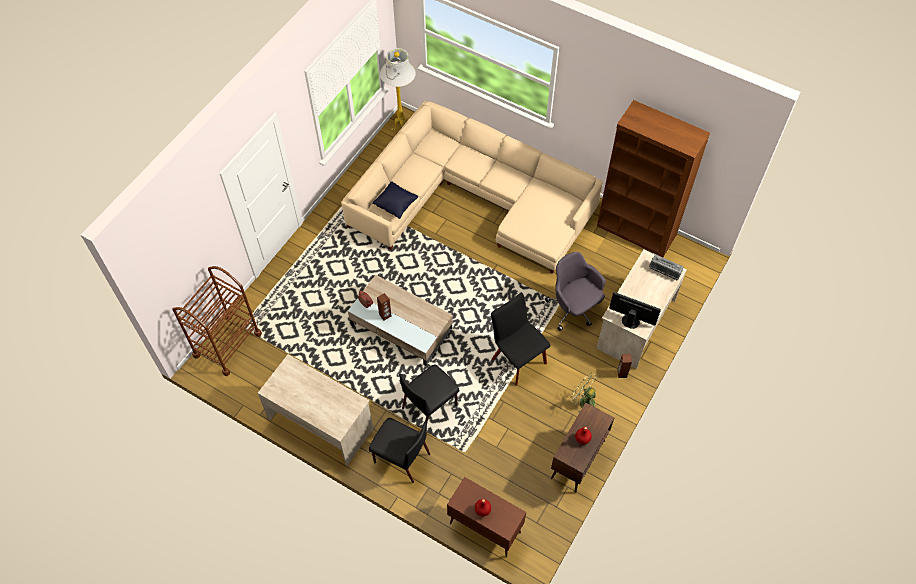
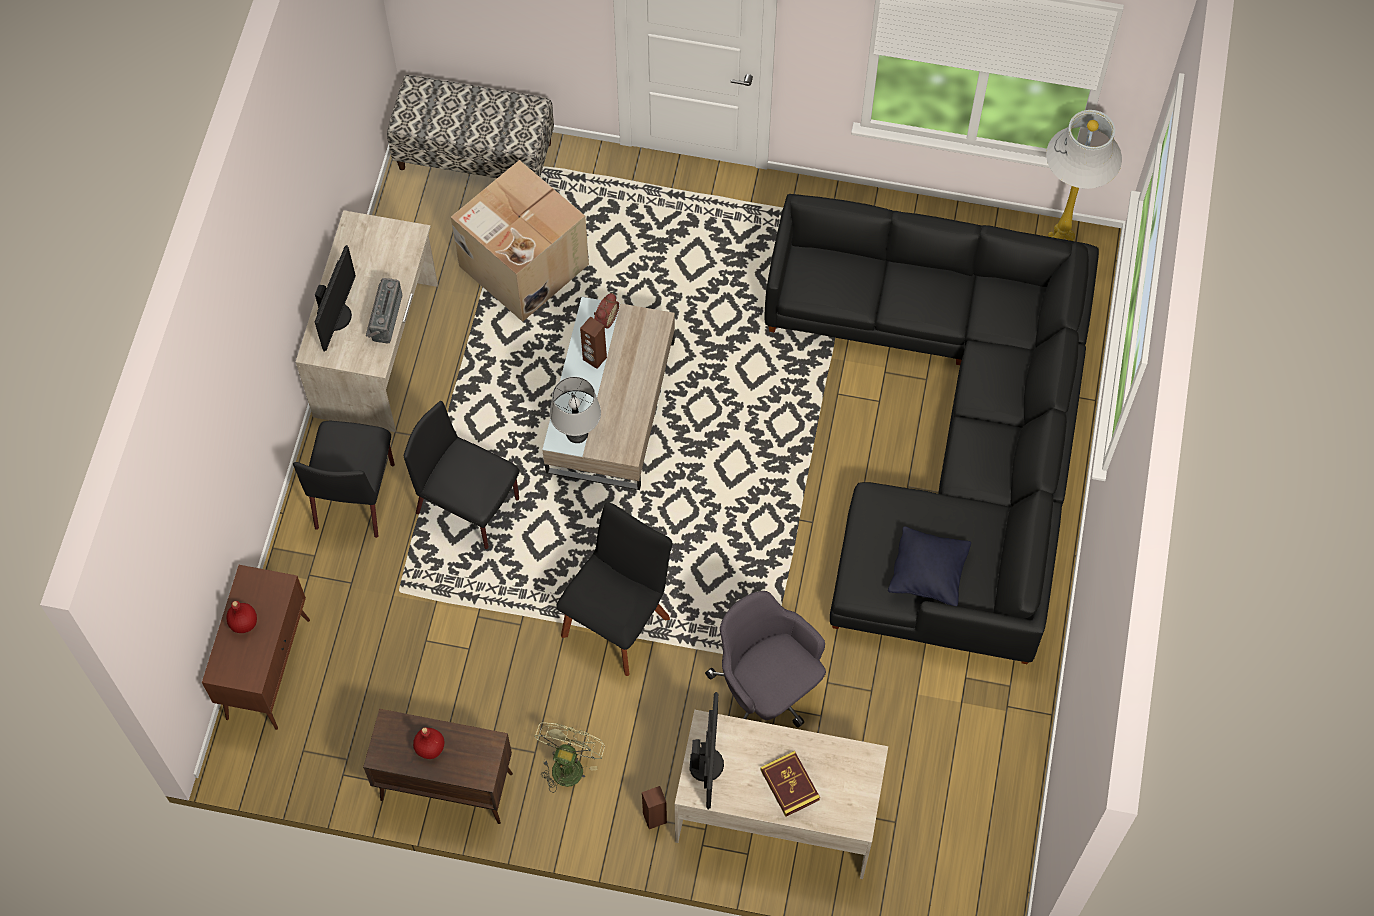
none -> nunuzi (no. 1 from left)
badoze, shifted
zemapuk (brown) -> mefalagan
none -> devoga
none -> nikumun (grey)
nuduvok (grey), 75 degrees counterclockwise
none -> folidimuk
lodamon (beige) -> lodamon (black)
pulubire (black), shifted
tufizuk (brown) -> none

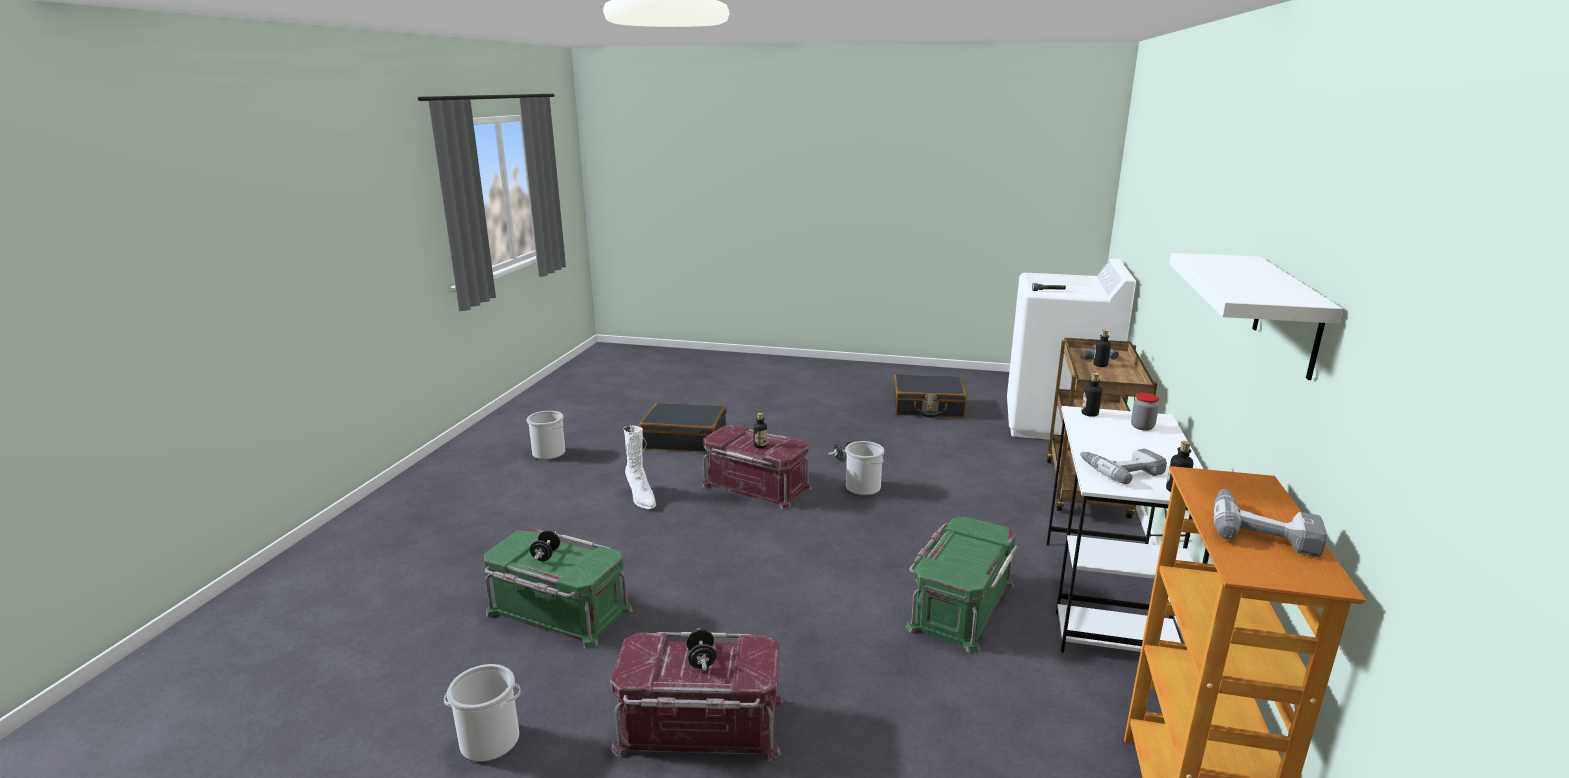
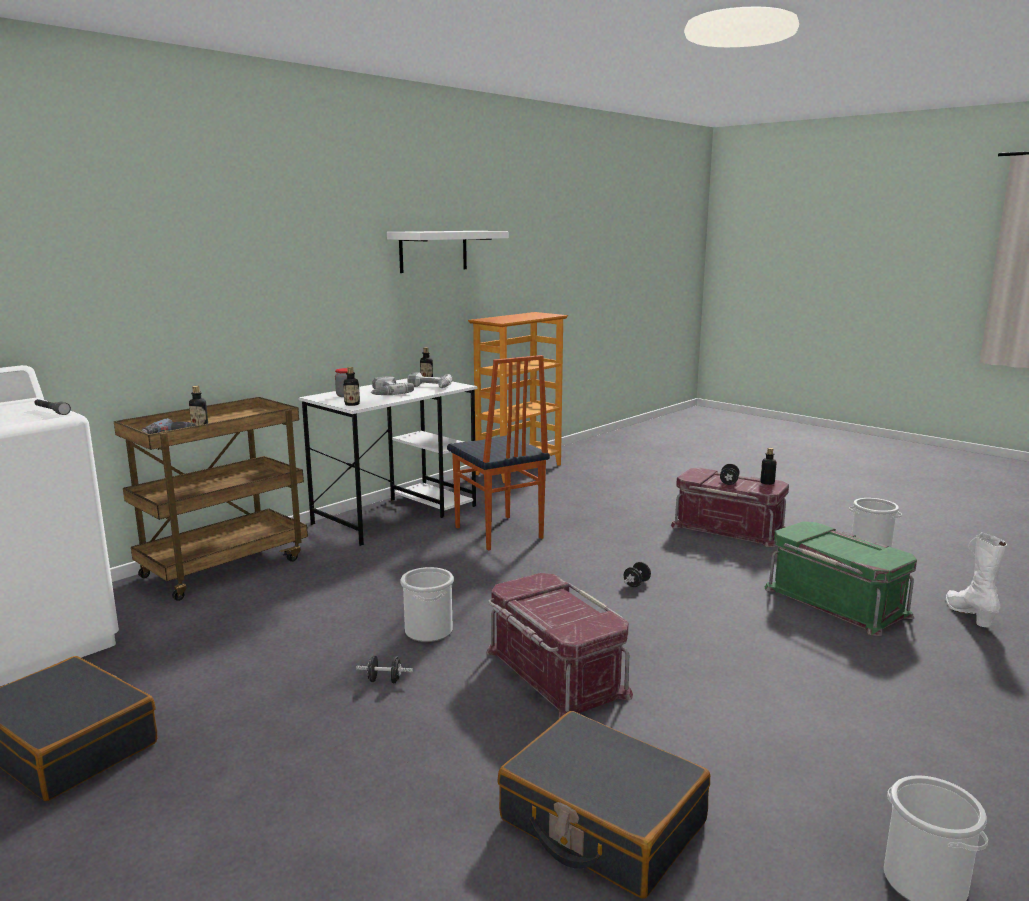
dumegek (no. 3 from left in the first image) -> dumegek (no. 2 from left), shifted
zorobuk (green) (no. 2 from left) -> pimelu
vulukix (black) (no. 1 from left in the first image) -> vulukix (black) (no. 2 from left), shifted
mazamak (no. 1 from left in the first image) -> mazamak (no. 4 from left), shifted
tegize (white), shifted

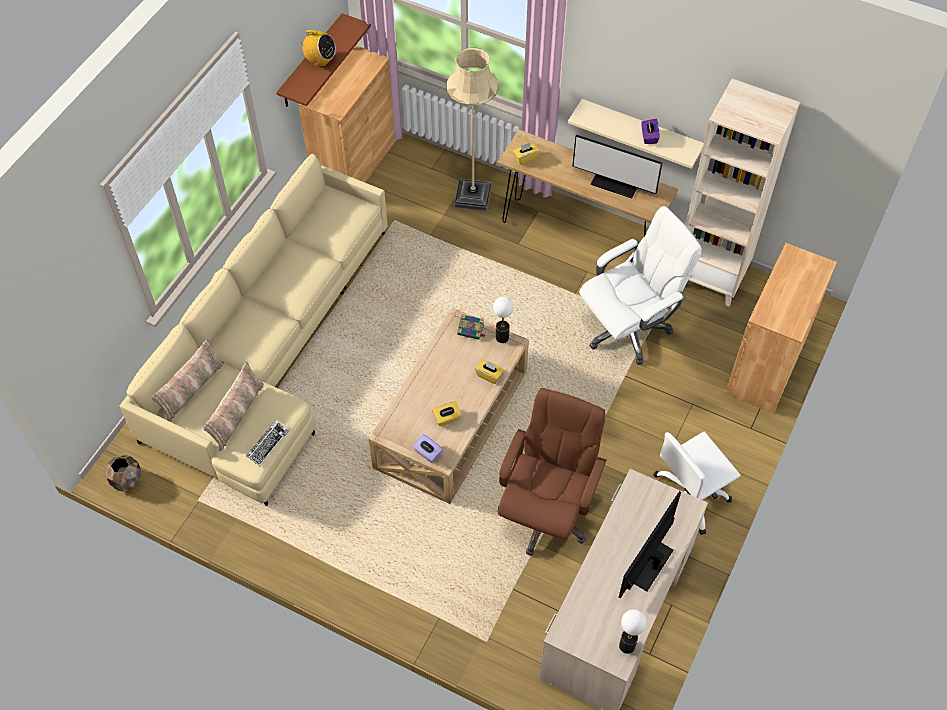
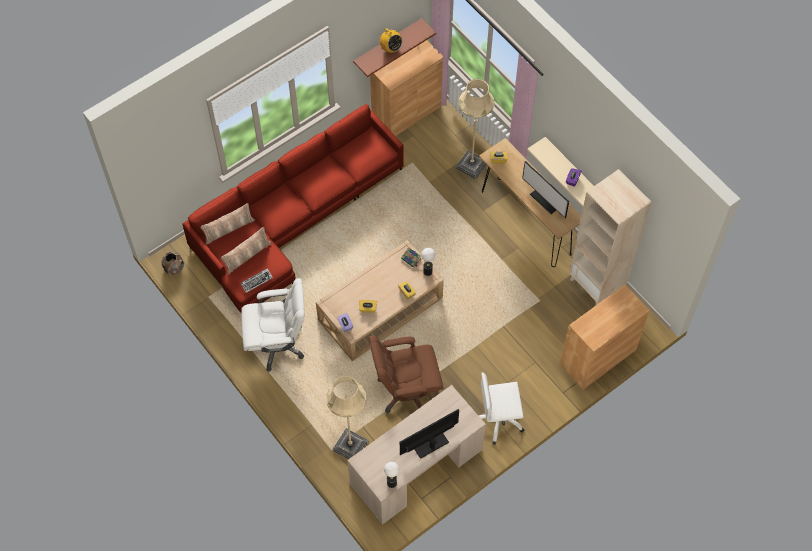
lodamon (beige) -> lodamon (red)
nuduvok (white) (no. 1 from left), shifted
none -> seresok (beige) (no. 1 from left)
nuduvok (brown), 150 degrees counterclockwise

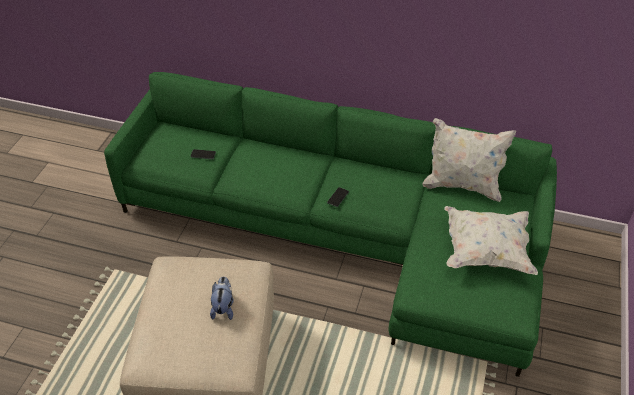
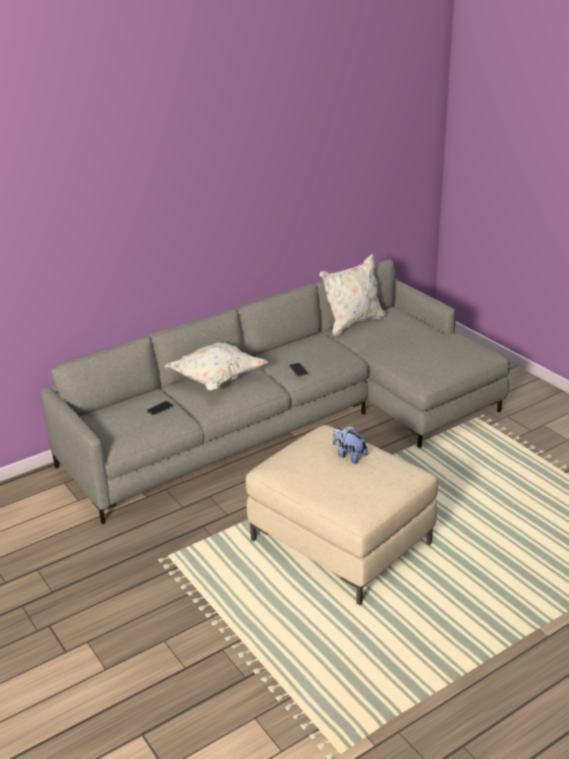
lodamon (green) -> lodamon (grey)
pulubire (white) (no. 2 from left in the first image) -> pulubire (white) (no. 1 from left), shifted

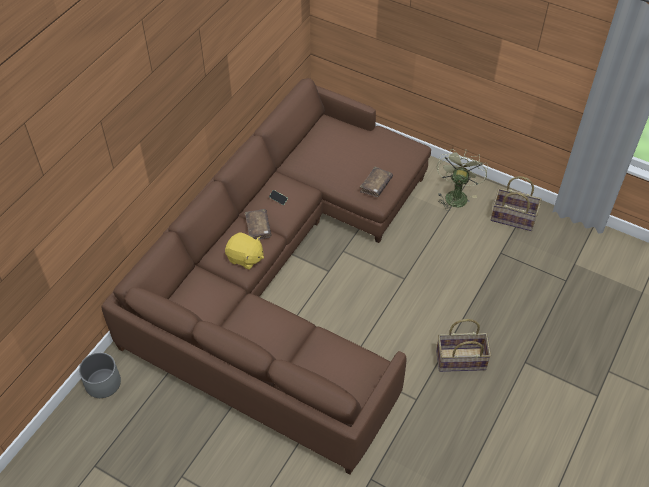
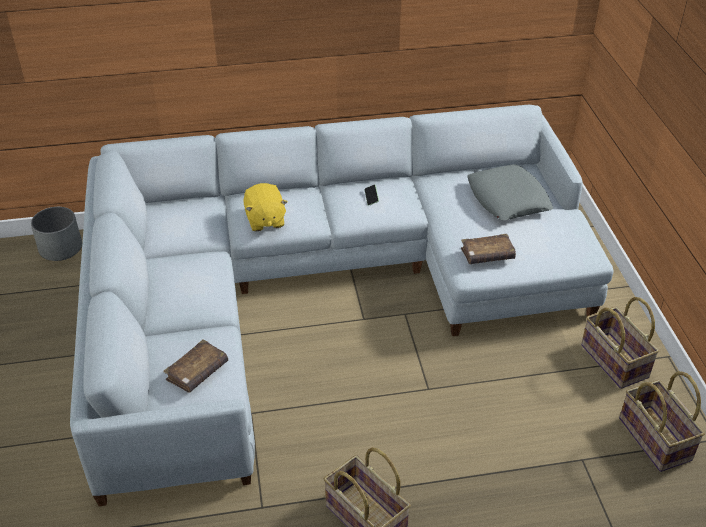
lodamon (brown) -> lodamon (grey)
folidimuk (brown) (no. 1 from left), shifted
none -> pulubire (grey)
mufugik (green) -> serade (no. 2 from left)

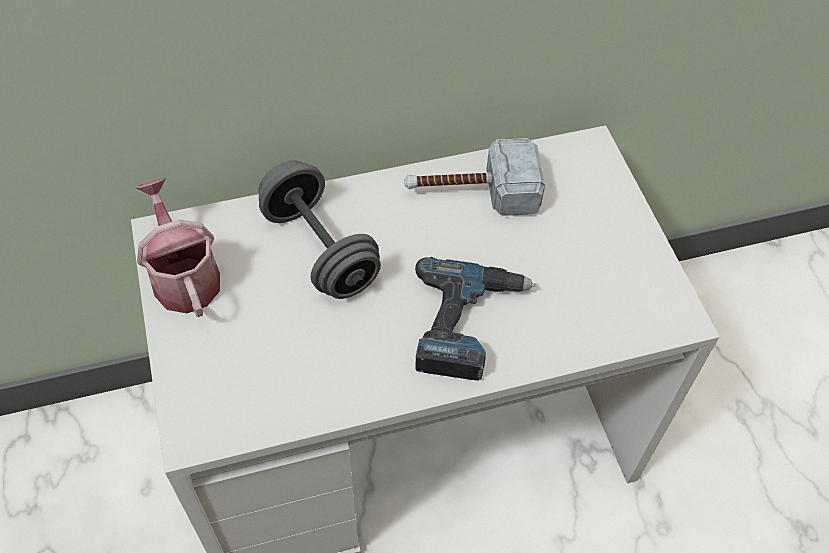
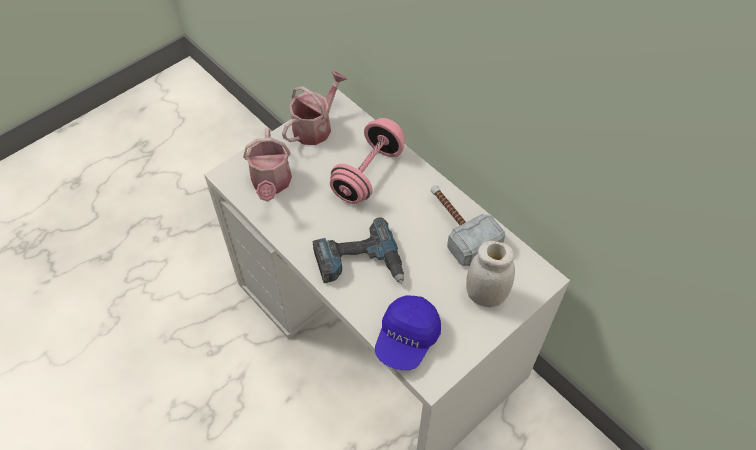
none -> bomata (no. 1 from left)
vulukix (grey) -> vulukix (pink)
none -> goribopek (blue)
none -> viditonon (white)

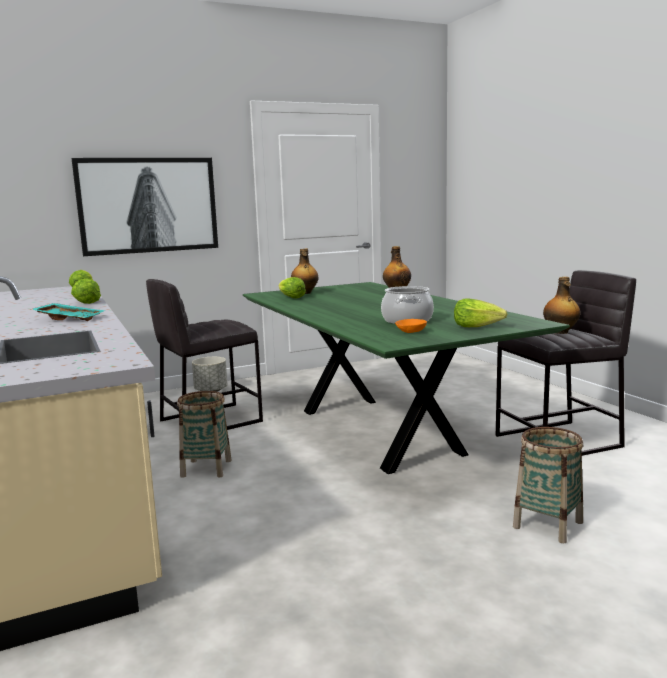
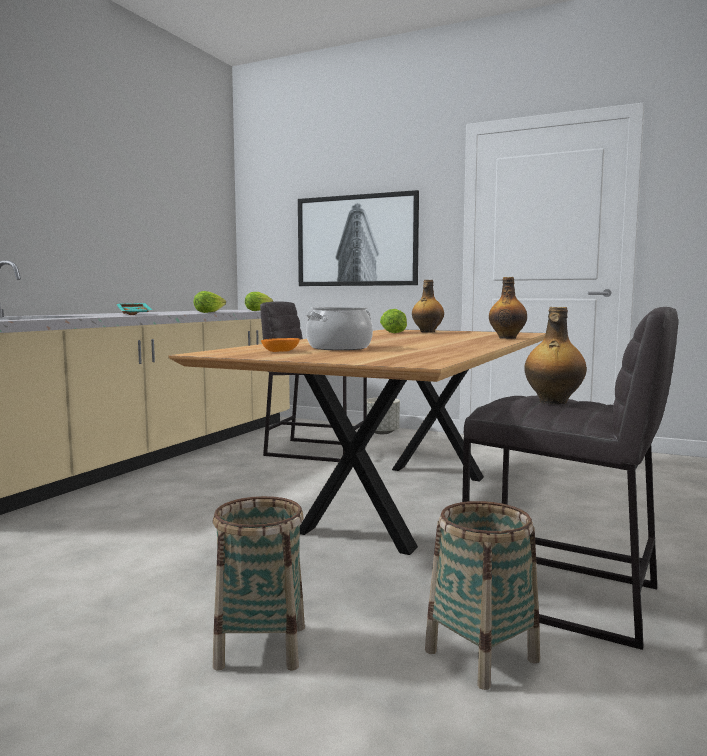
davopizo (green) -> davopizo (brown)
serade (no. 1 from left in the first image) -> serade (no. 2 from left), shifted
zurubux (no. 4 from left) -> none

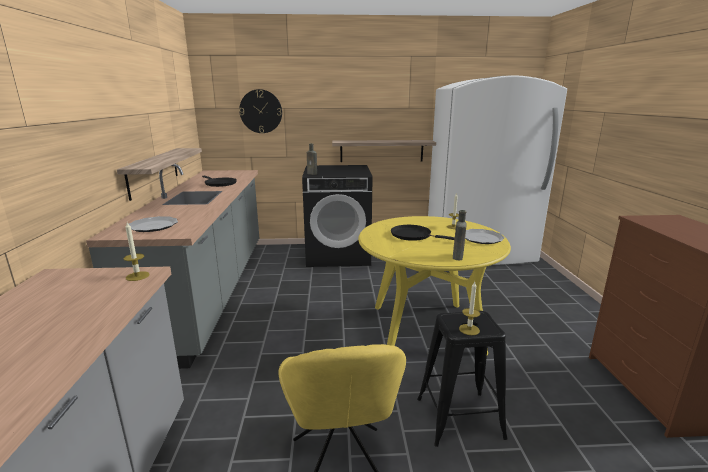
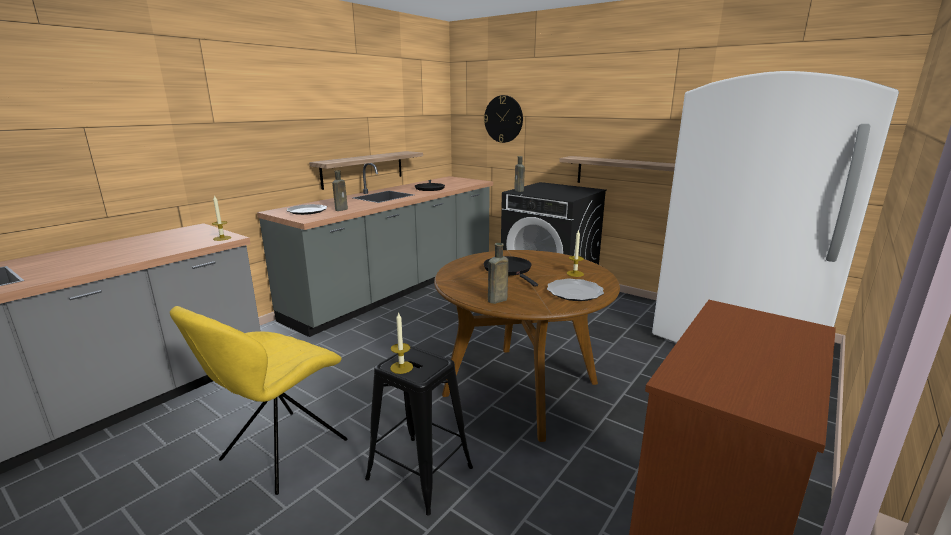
none -> mazamak (brown) (no. 1 from left)
davopizo (yellow) -> davopizo (brown)

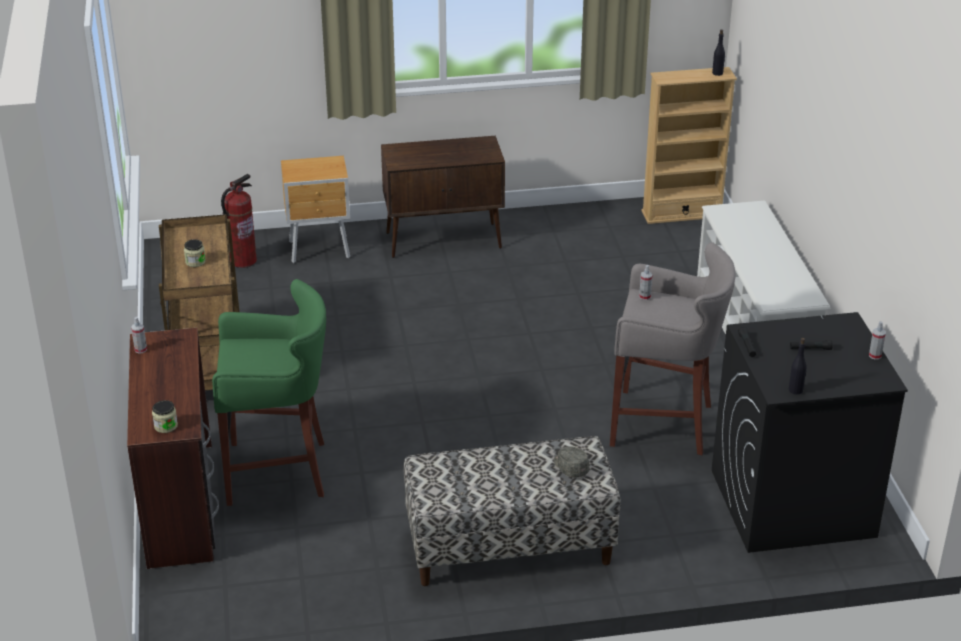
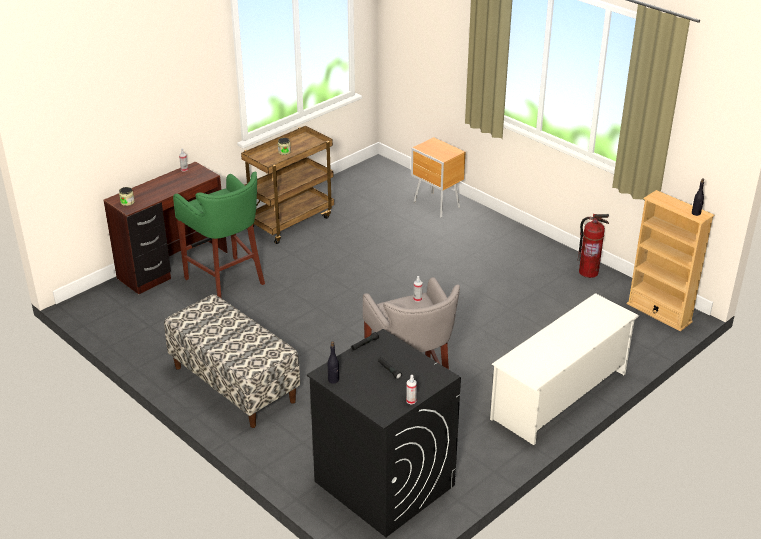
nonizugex, shifted
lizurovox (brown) -> none
goribopek (grey) -> none

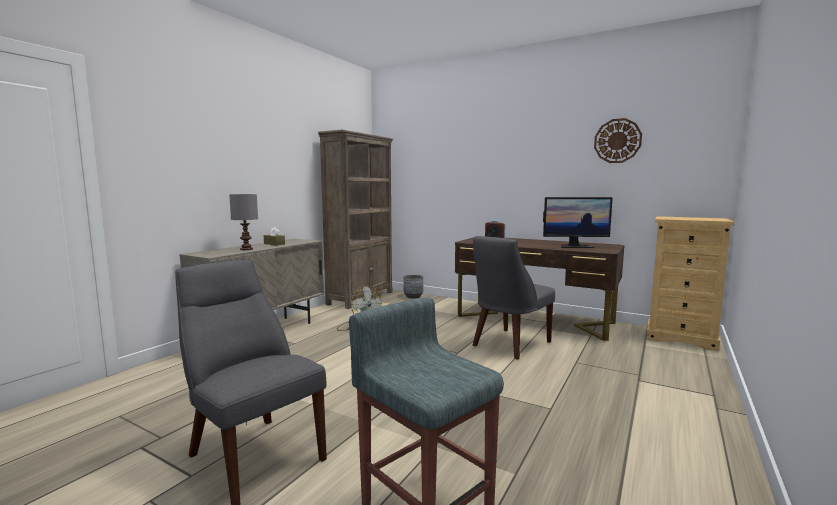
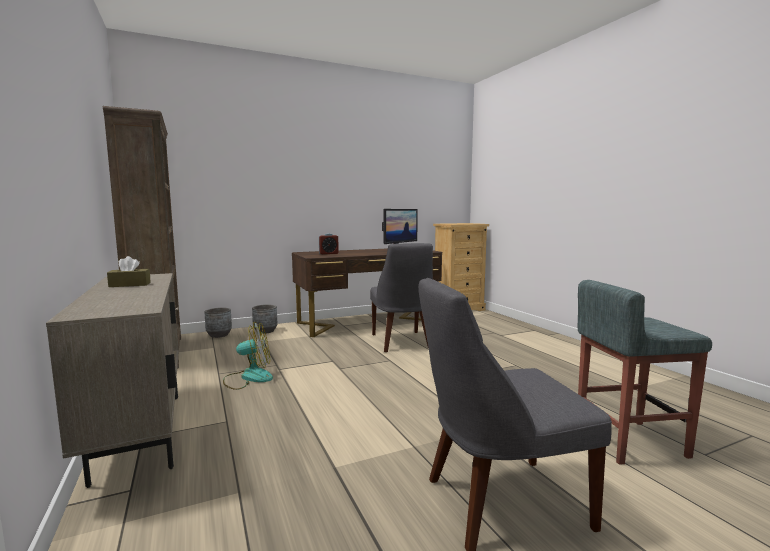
none -> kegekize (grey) (no. 2 from left)
nikumun (grey) -> none
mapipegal -> none

